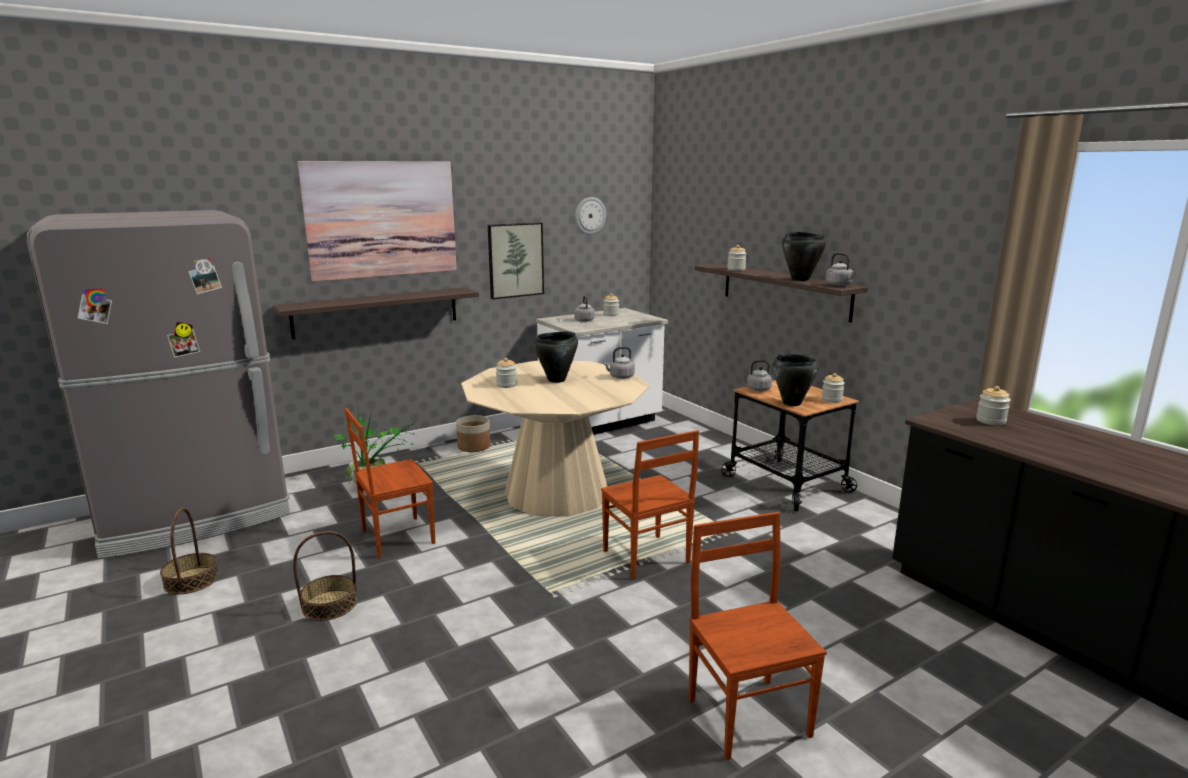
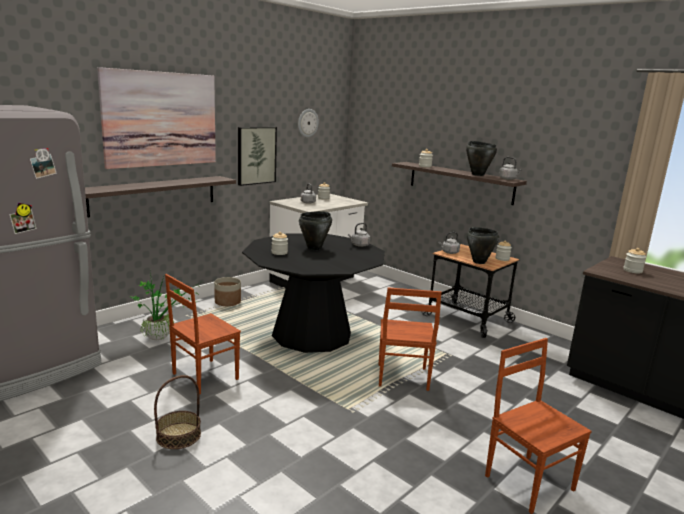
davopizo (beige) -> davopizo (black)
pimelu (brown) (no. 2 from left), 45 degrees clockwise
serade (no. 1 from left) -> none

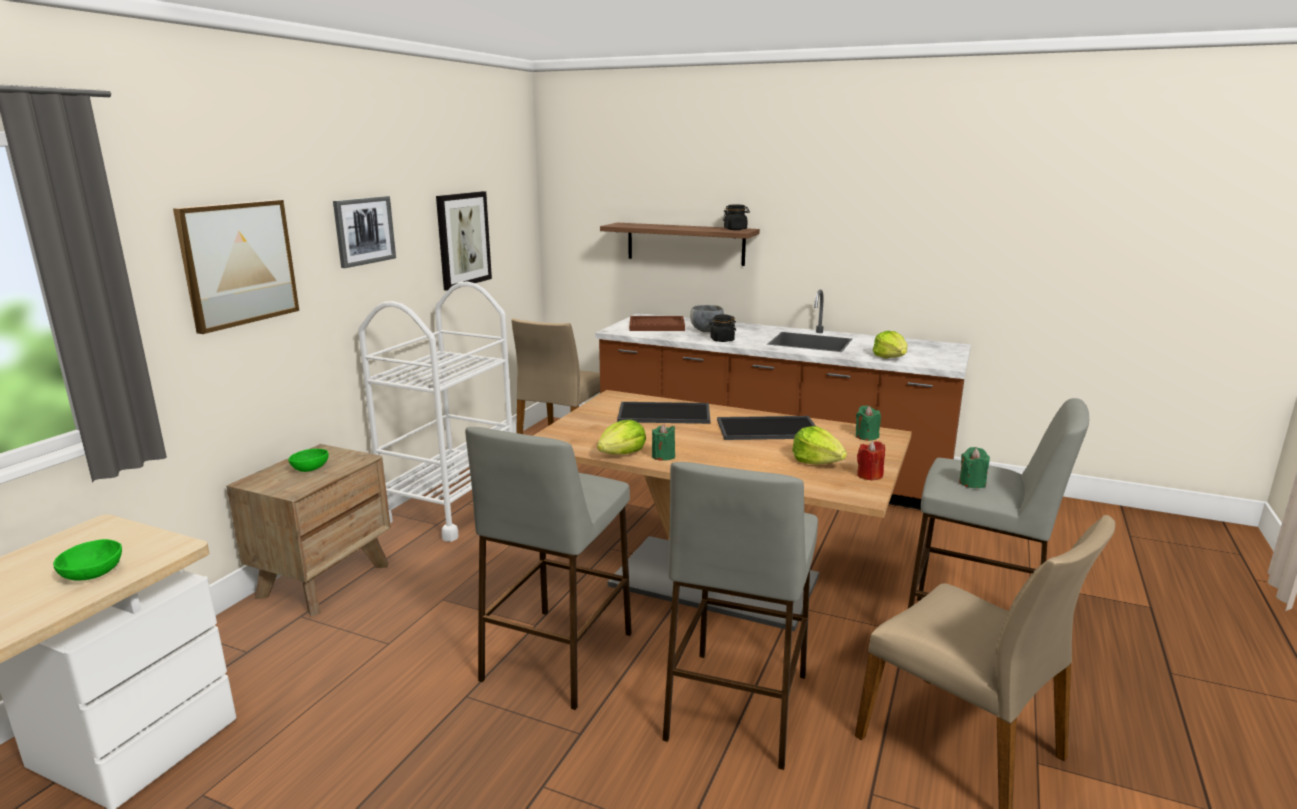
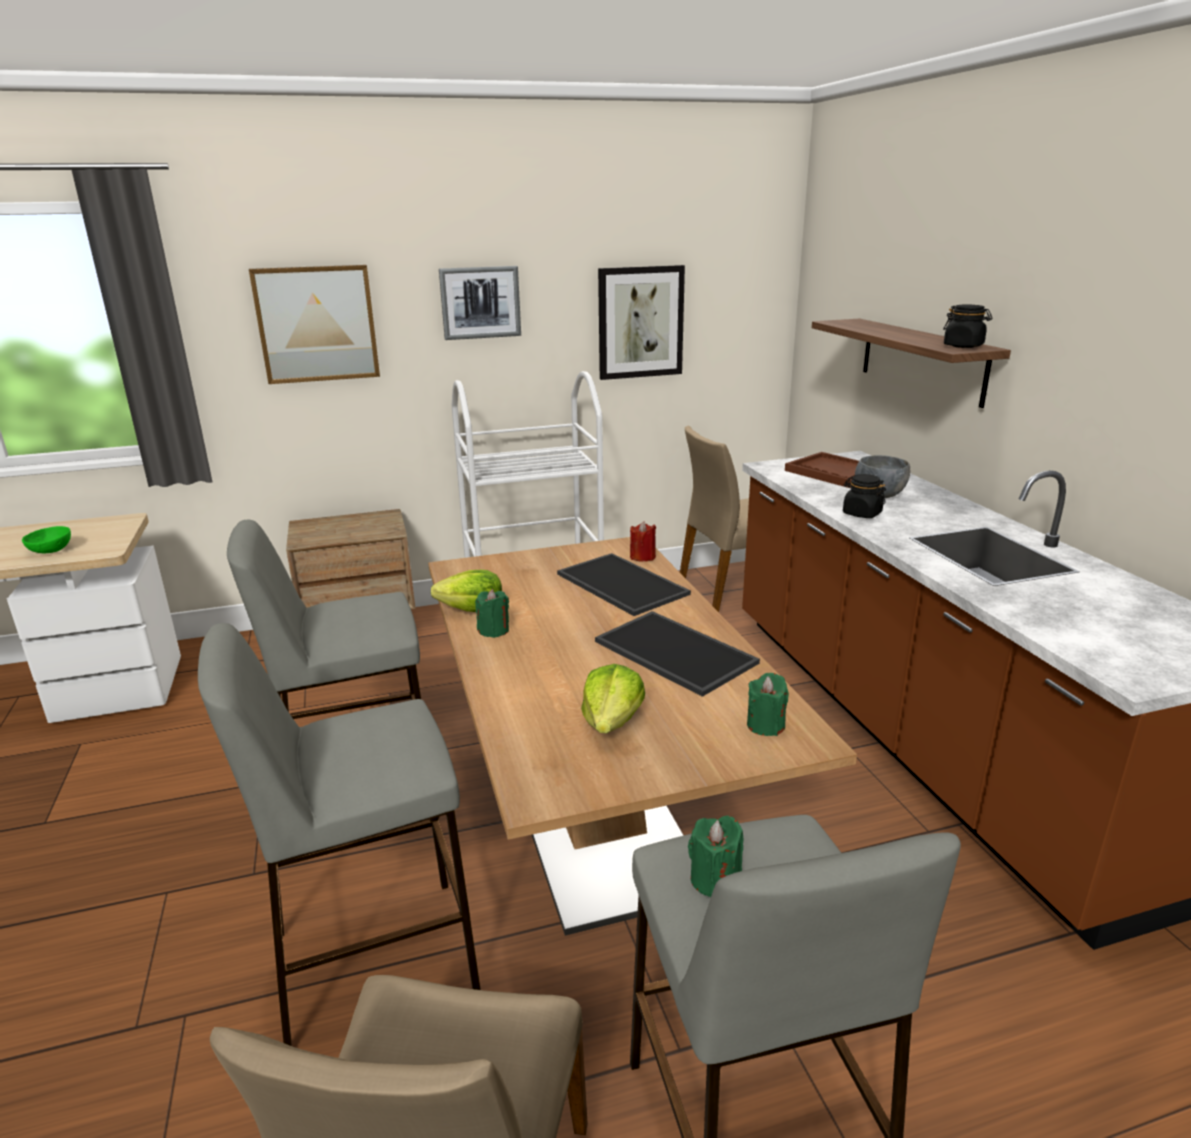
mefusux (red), shifted
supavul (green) (no. 2 from left) -> none
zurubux (no. 3 from left) -> none

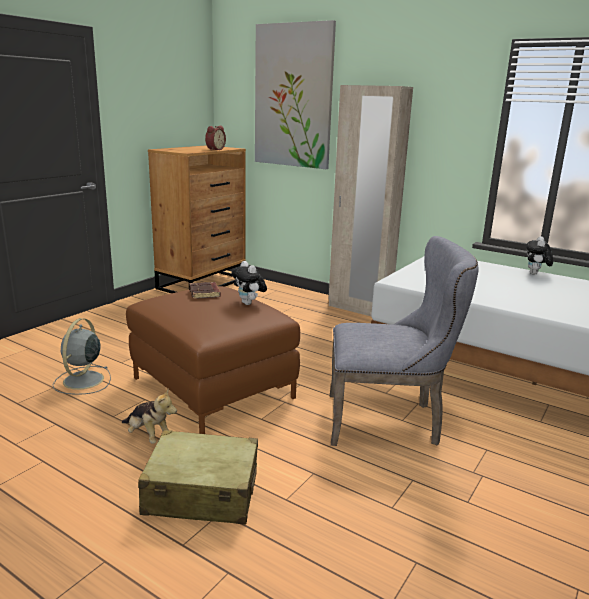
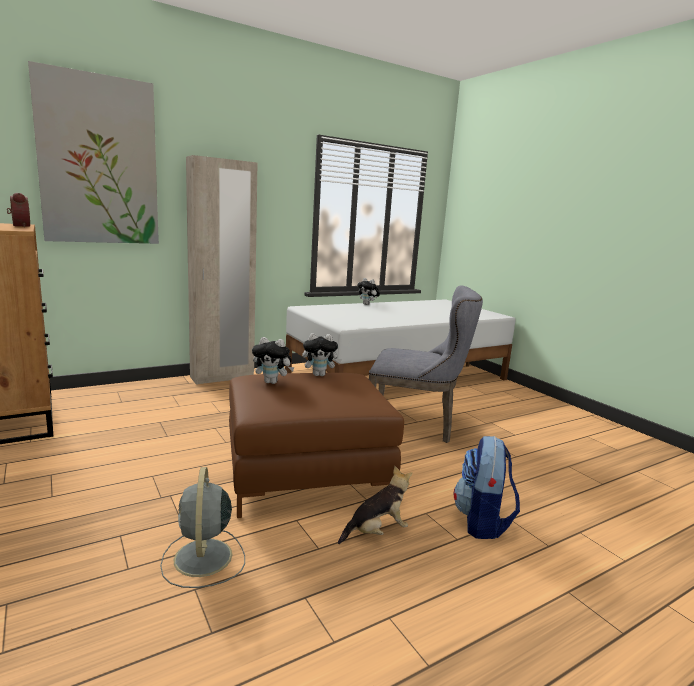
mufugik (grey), 45 degrees clockwise
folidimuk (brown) -> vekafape (no. 1 from left)
pimelu (grey), 75 degrees clockwise
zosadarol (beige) -> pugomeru

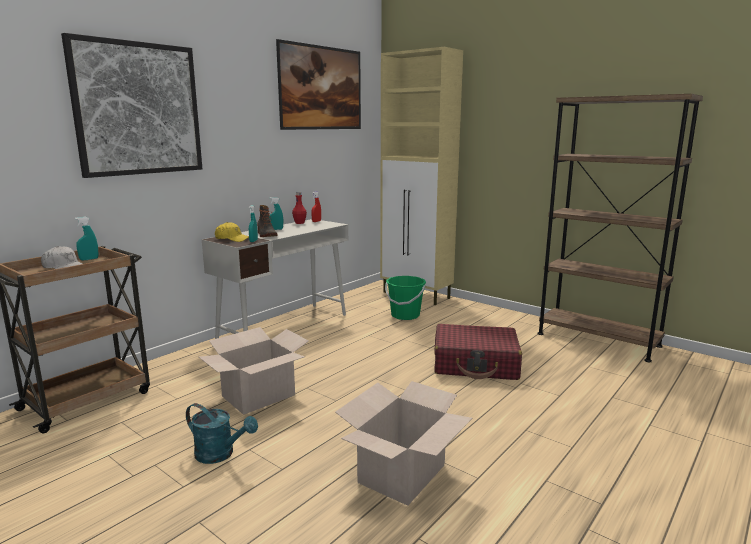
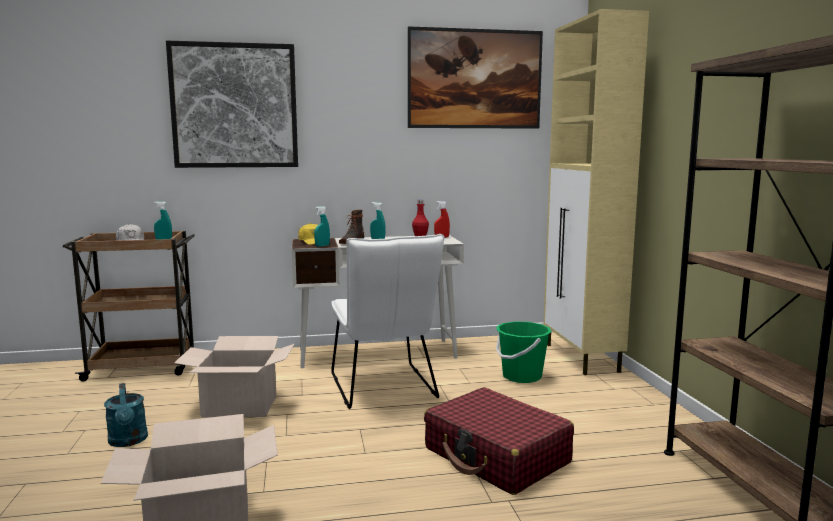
none -> pimelu (white)

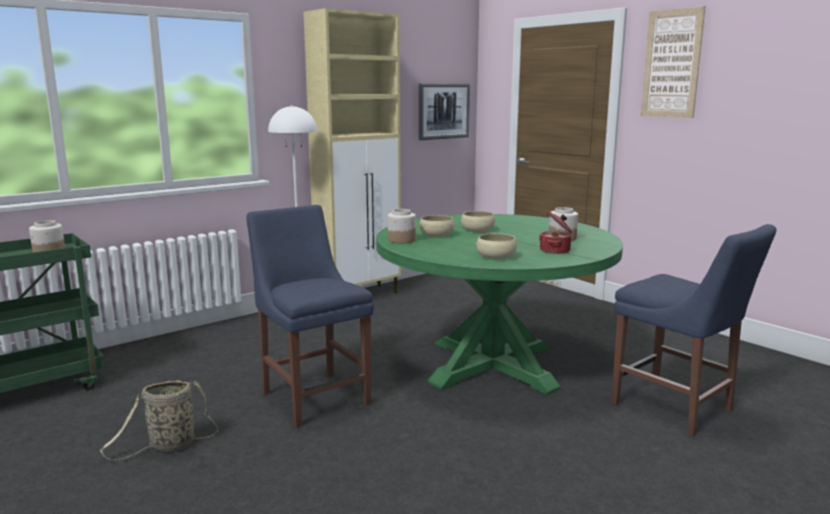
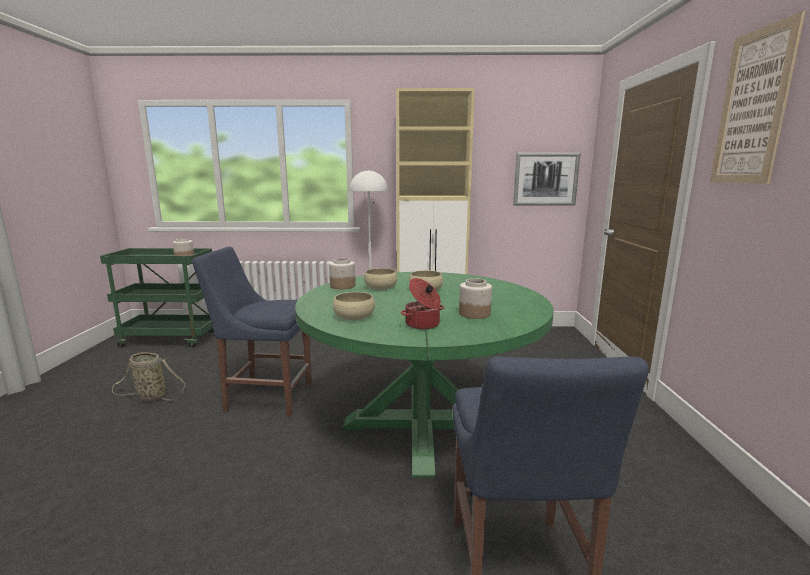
pimelu (blue) (no. 1 from left), 90 degrees counterclockwise

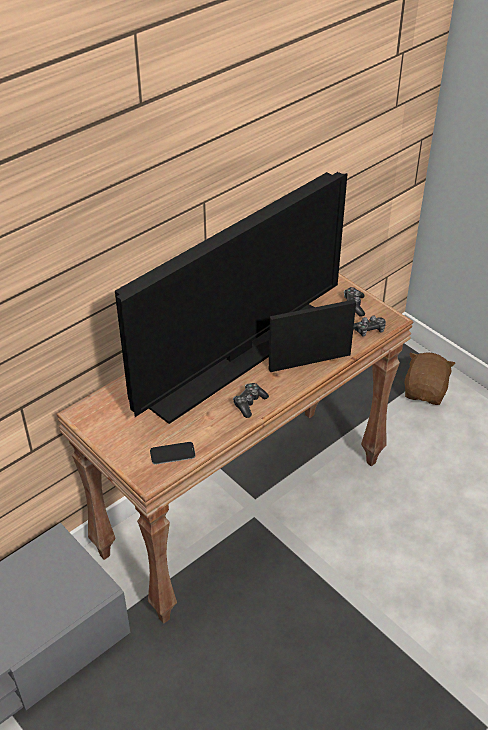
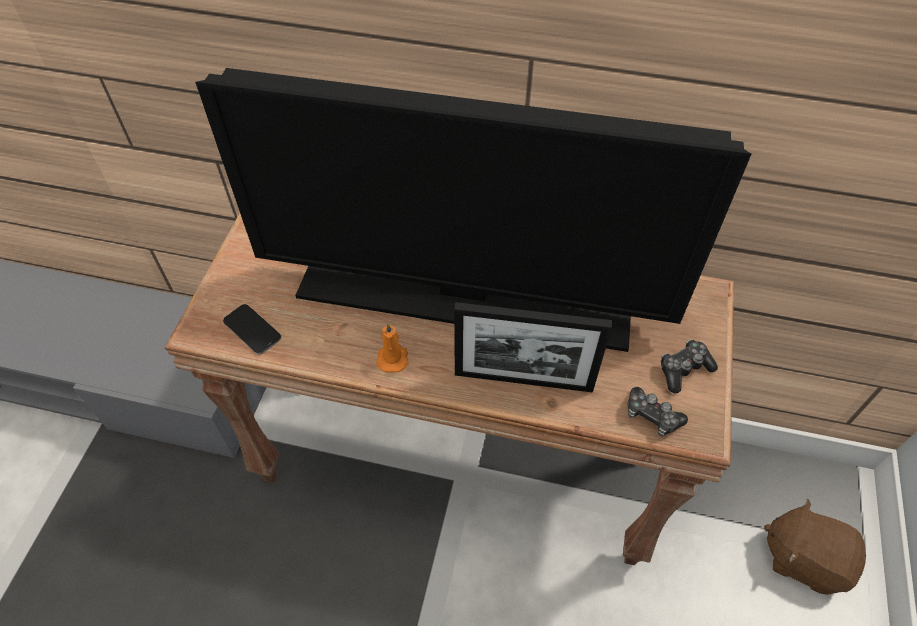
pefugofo (no. 1 from left) -> mefusux (orange)
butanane, 150 degrees clockwise
vekafape (brown), 135 degrees counterclockwise

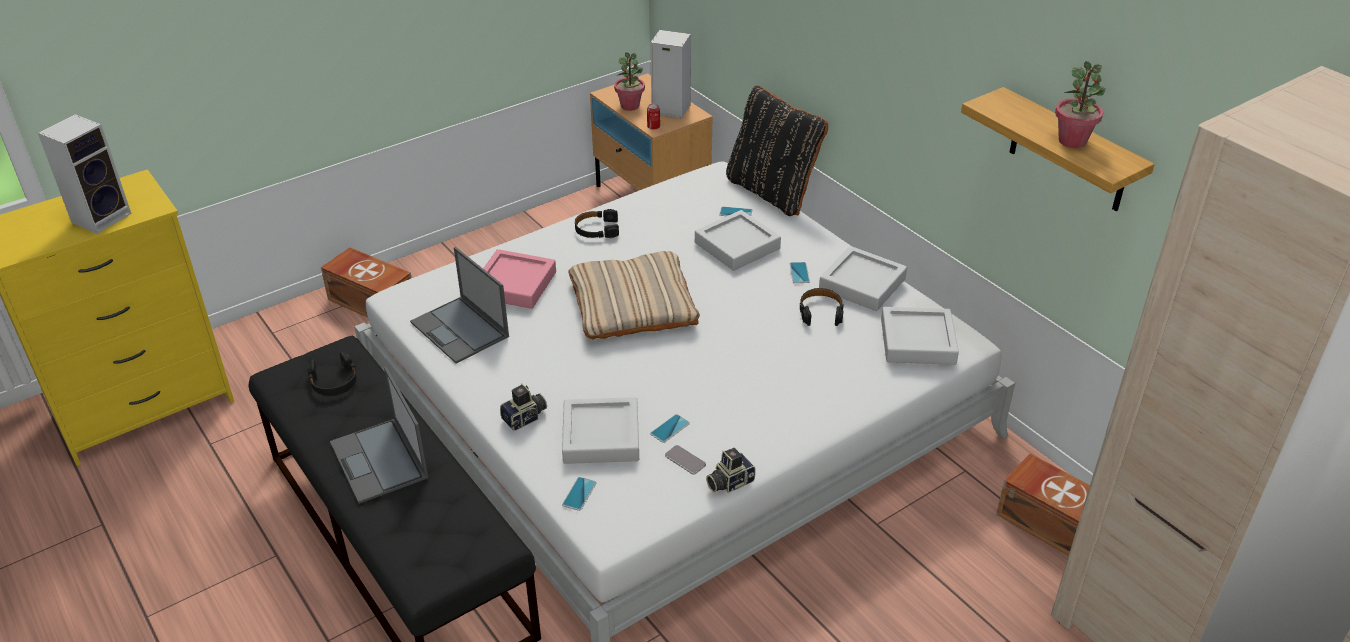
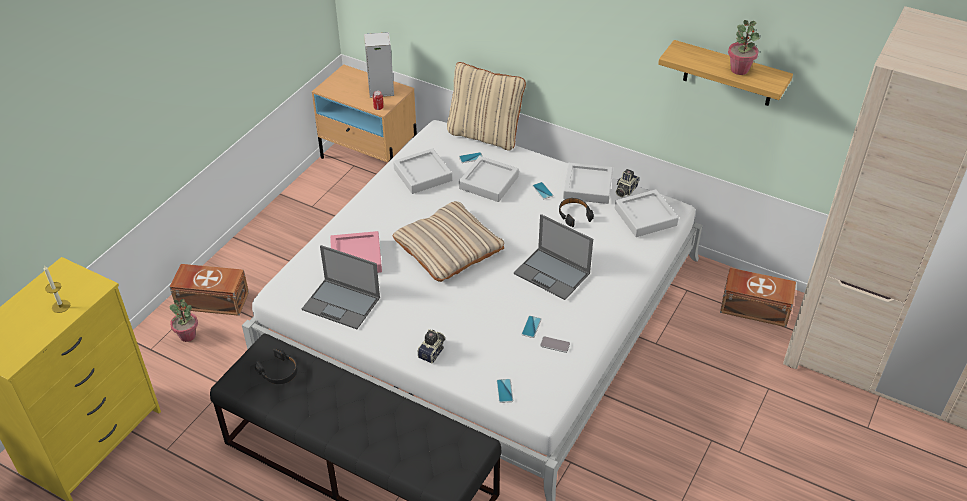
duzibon (no. 1 from left) -> mefusux
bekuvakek (no. 1 from left), shifted
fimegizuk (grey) (no. 1 from left), shifted
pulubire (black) -> pulubire (beige) (no. 2 from left)
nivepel (no. 1 from left in the first image) -> nivepel (no. 2 from left), shifted
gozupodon (no. 2 from left), shifted
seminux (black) (no. 2 from left) -> none

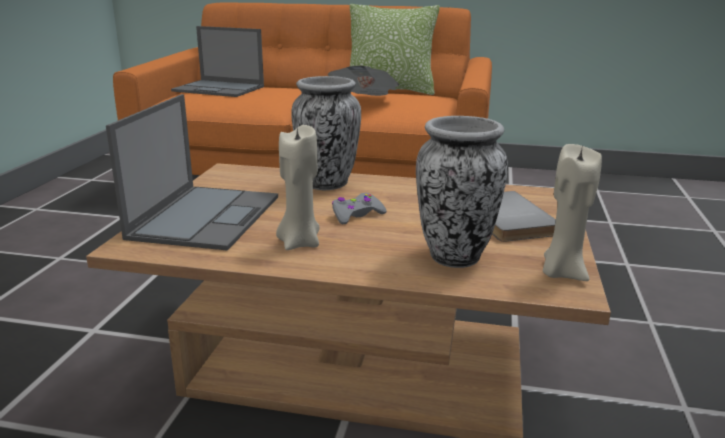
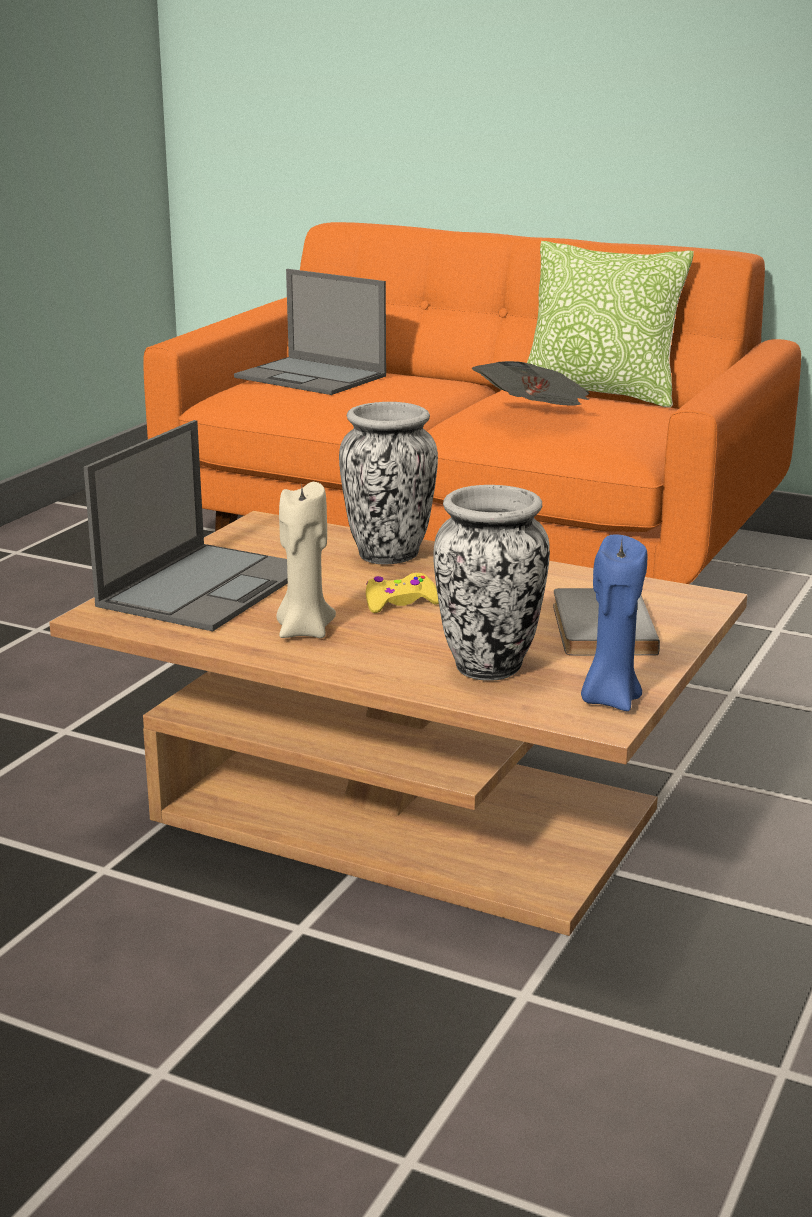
pefugofo (grey) -> pefugofo (yellow)
mefusux (beige) (no. 2 from left) -> mefusux (blue)

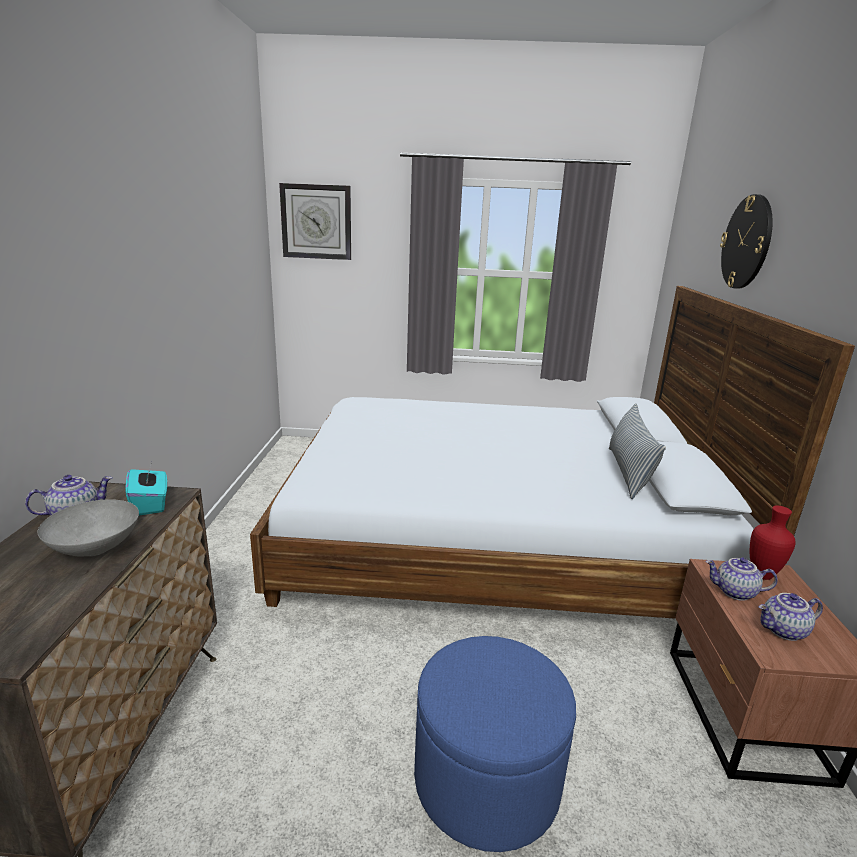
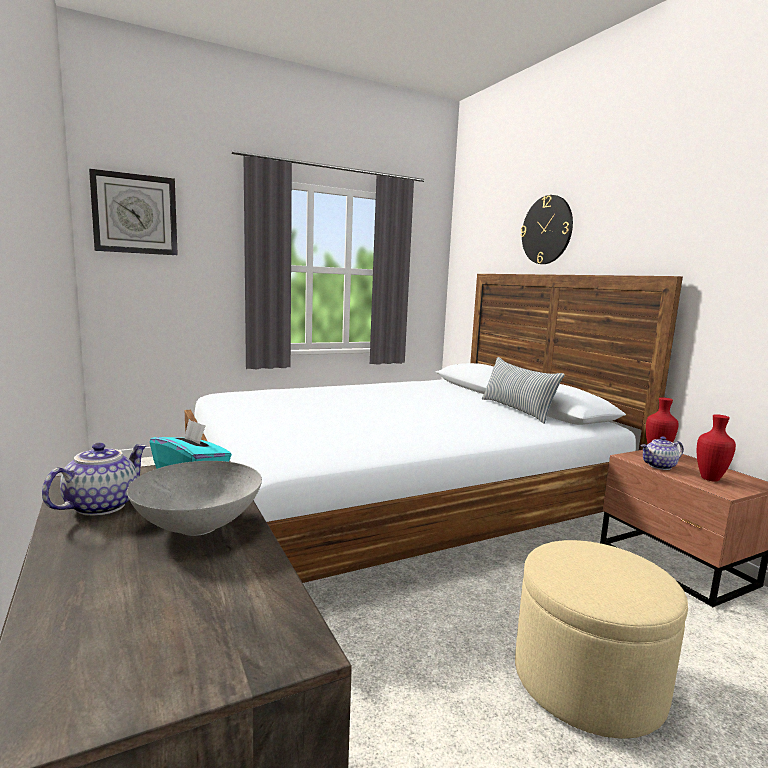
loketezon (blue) -> loketezon (beige)
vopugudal (no. 3 from left) -> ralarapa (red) (no. 2 from left)

